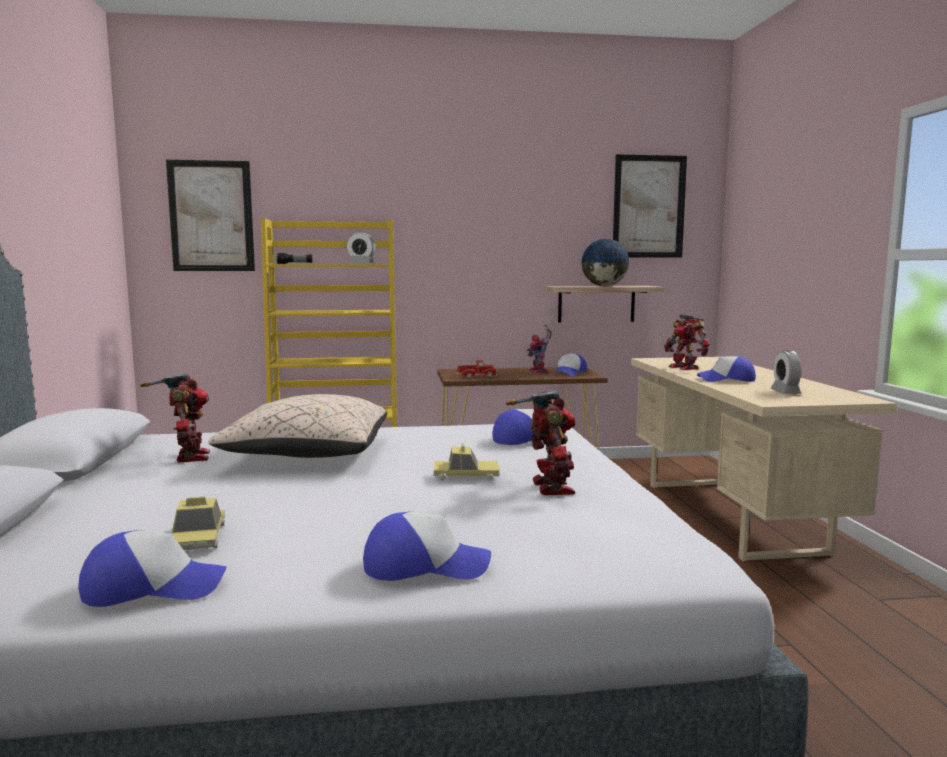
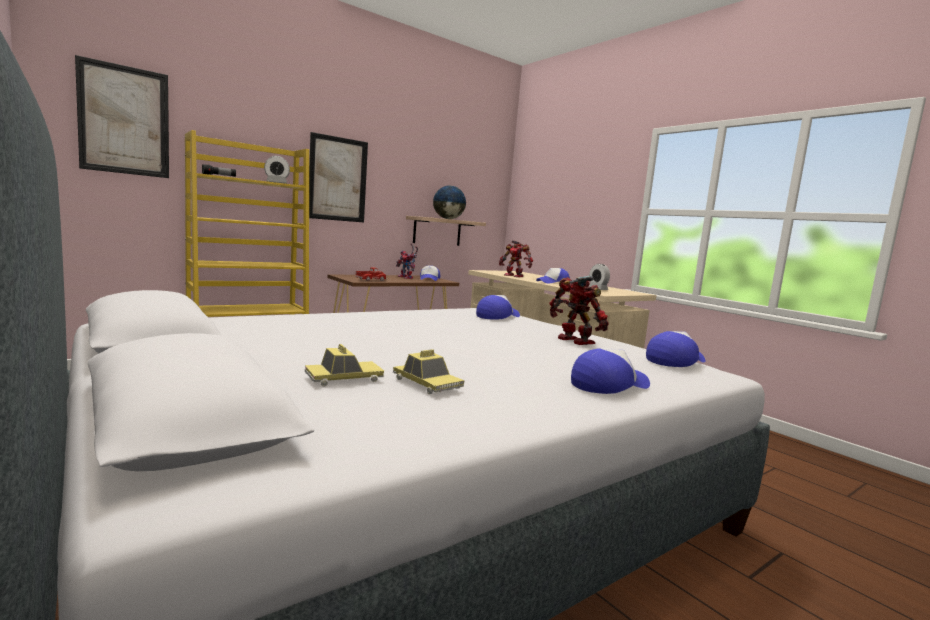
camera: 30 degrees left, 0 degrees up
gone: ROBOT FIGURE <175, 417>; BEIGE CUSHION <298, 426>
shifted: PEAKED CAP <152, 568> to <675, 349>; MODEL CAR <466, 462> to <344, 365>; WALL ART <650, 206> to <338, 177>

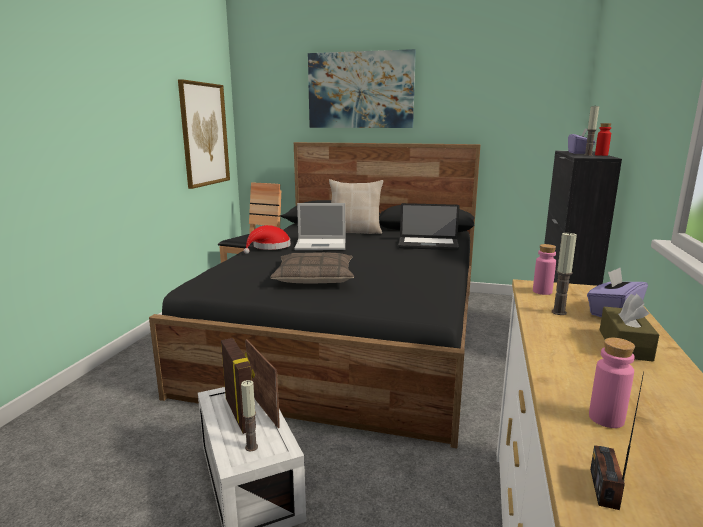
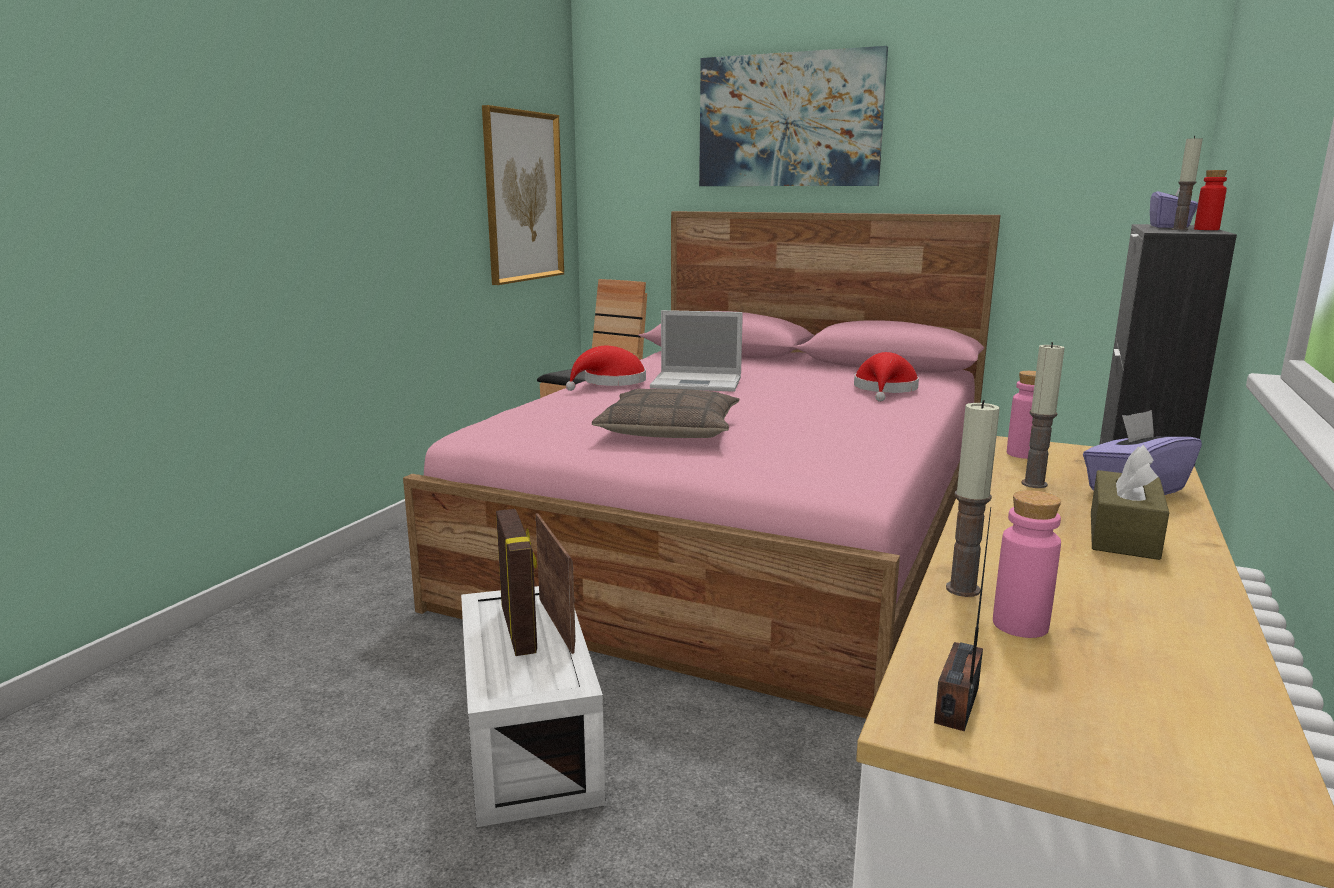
camera: 10 degrees right, 0 degrees up
gone: BEIGE CUSHION <356, 206>
shifted: CANDLE <249, 416> to <973, 498>
swapped: PORTABLE COMPUTER <428, 226> to RED-COLOURED HAT <886, 377>
repainted: BLACKISH BEDROOM BED <315, 295> to PINK-COLOURED BEDROOM BED <702, 465>

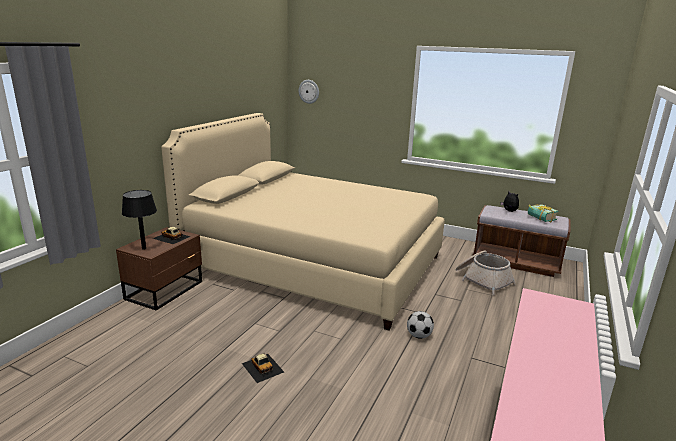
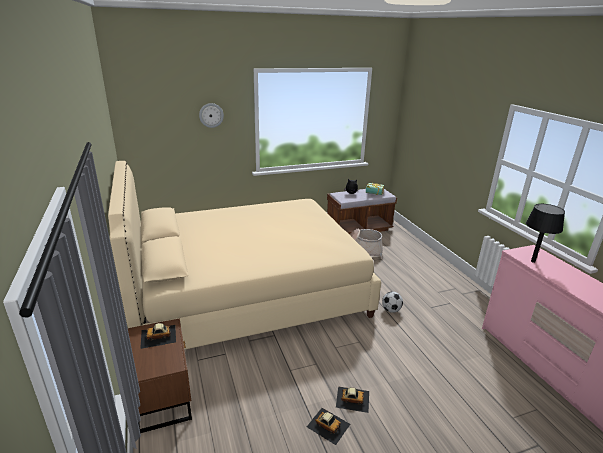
camera: 45 degrees left, 5 degrees up
new: MODEL CAR <328, 426>
shifted: BLACKISH LAMP FOR A TABLE <139, 220> to <545, 233>; HANGING CLOCK <309, 92> to <211, 115>

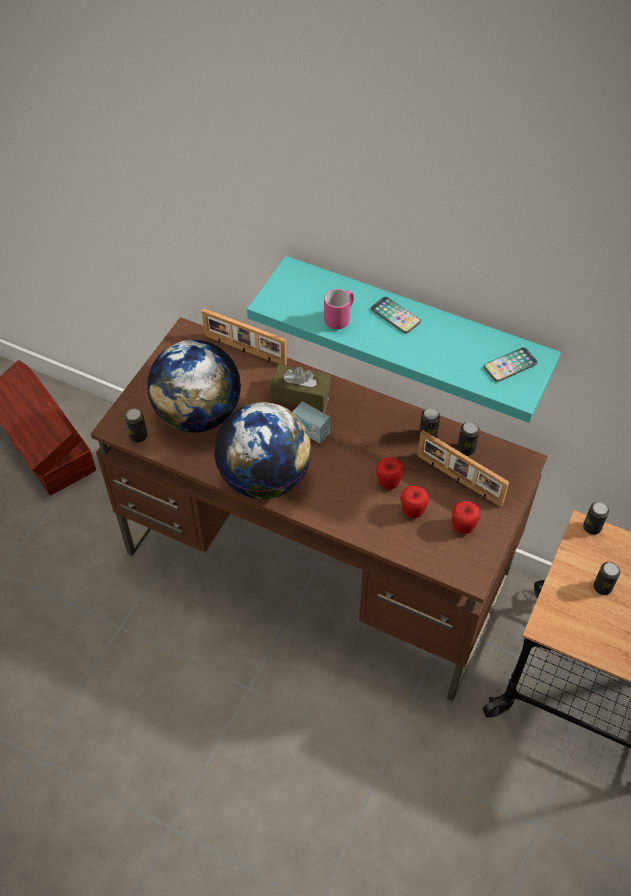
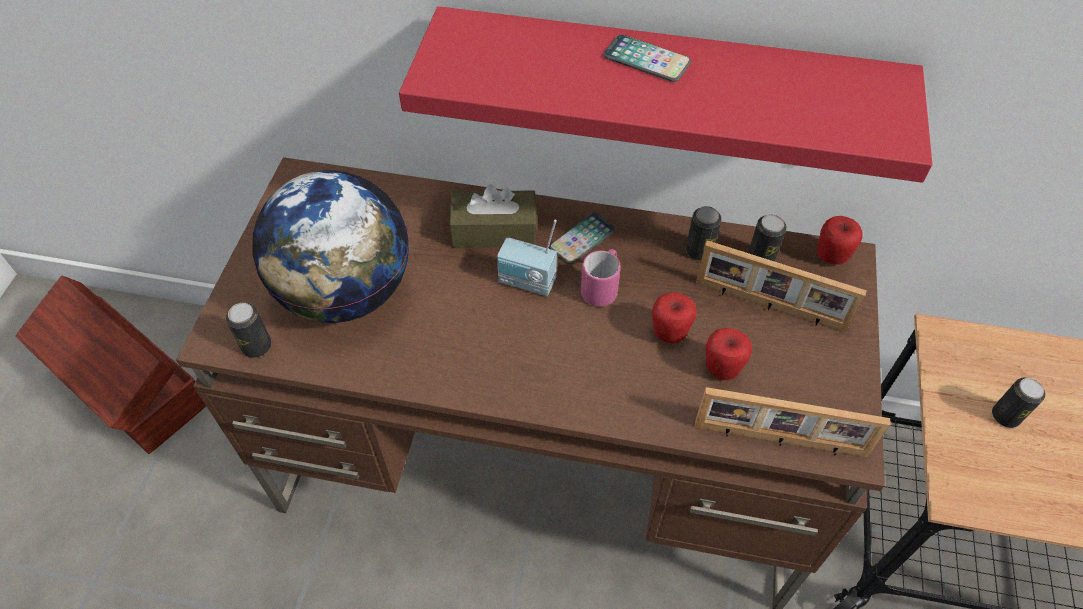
camera: 15 degrees left, 0 degrees up
gone: DESK GLOBE <263, 450>; CAN <596, 518>
shifted: STANDING FRAME <244, 337> to <793, 422>; PINK-COLOURED TEA MUG <339, 309> to <601, 278>; APPLE <466, 517> to <840, 240>; HANDSET <511, 364> to <582, 238>
repainted: TURQUOISE WALL SHELF <404, 339> to RED-COLOURED WALL SHELF <665, 94>

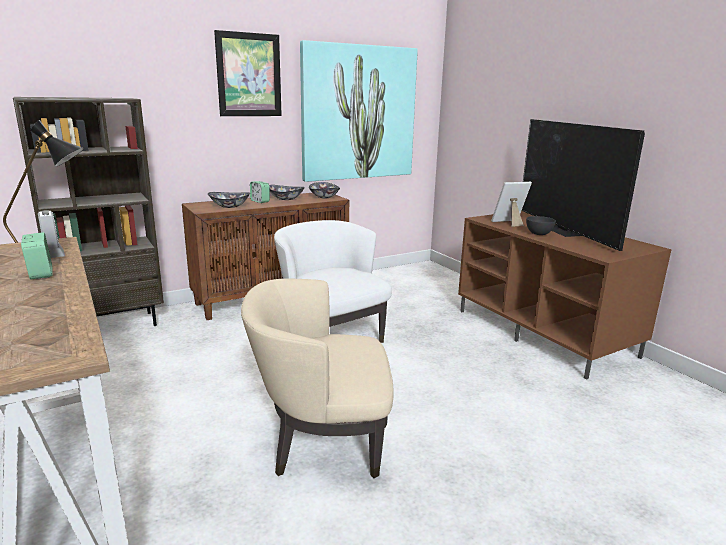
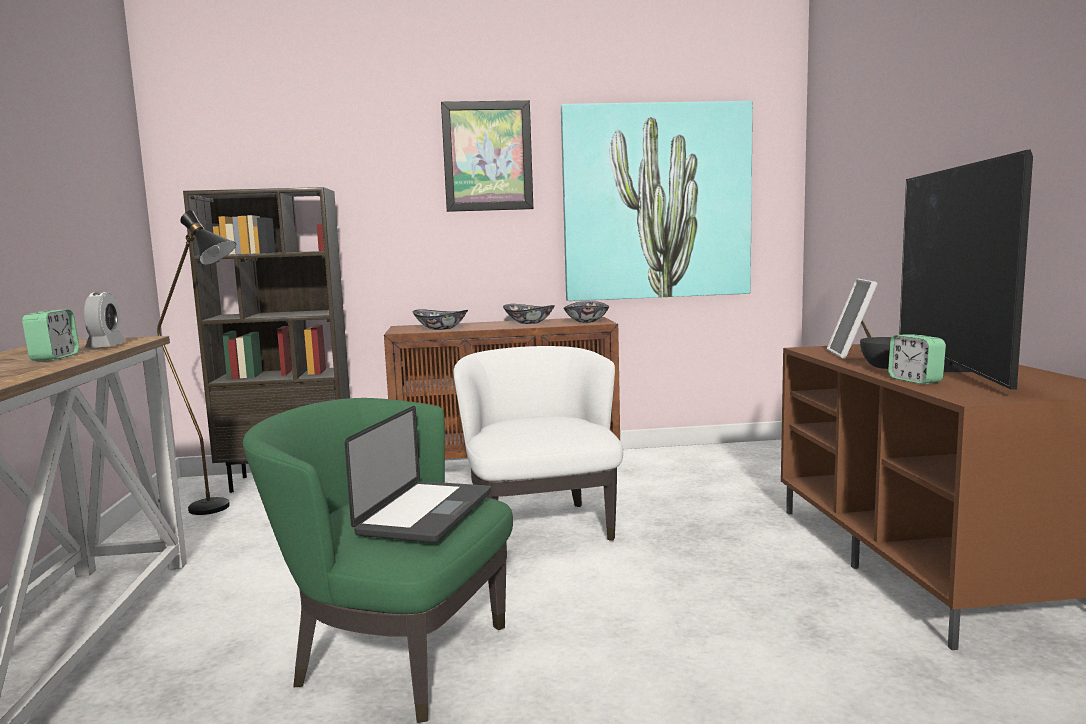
camera: 25 degrees right, 10 degrees down
new: PORTABLE COMPUTER <418, 474>
shifted: BEDSIDE CLOCK <260, 192> to <917, 359>
repainted: BEIGE LOUNGE CHAIR <317, 378> to GREEN LOUNGE CHAIR <378, 560>
rotated: STANDING FRAME <511, 204> = <852, 318> 90 degrees counterclockwise

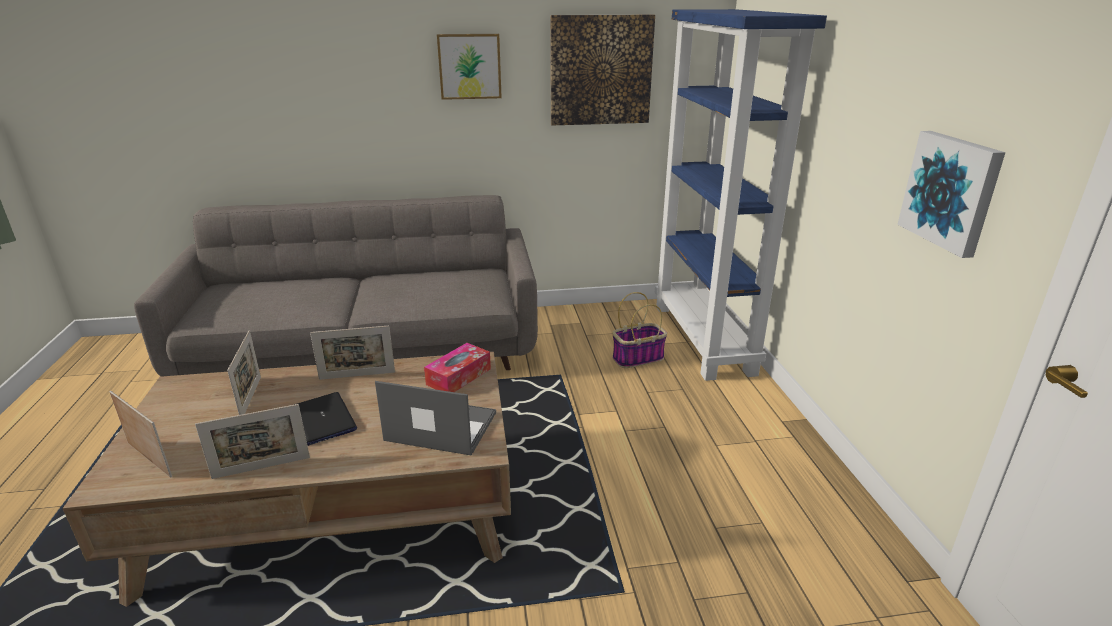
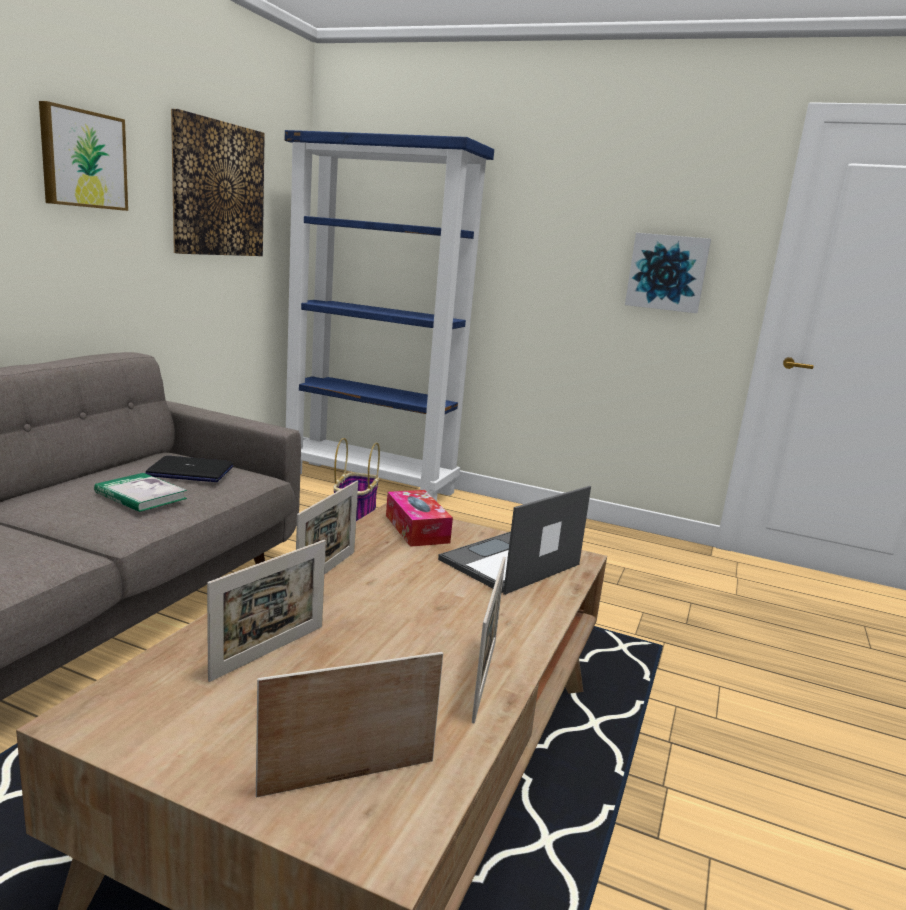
camera: 60 degrees left, 10 degrees down
new: BOUND BOOK <140, 492>
shifted: PORTABLE COMPUTER <325, 419> to <189, 469>
rotated: STANDING FRAME <244, 373> = <266, 611> 105 degrees clockwise

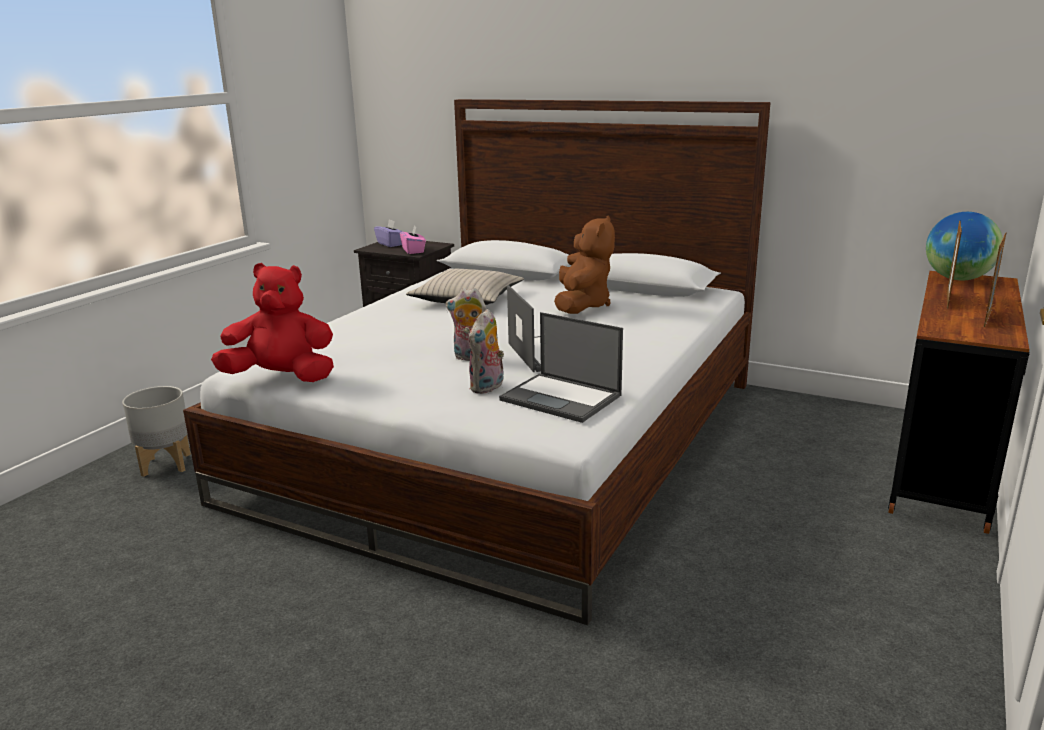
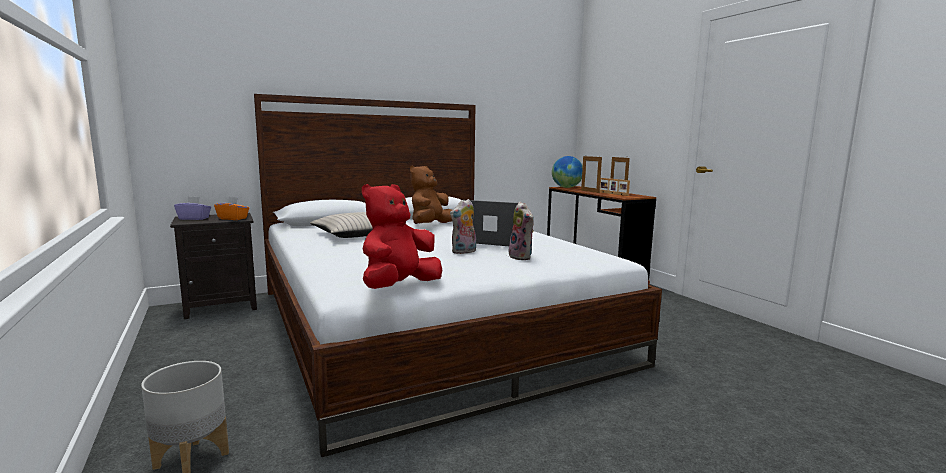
camera: 55 degrees left, 10 degrees down
gone: PORTABLE COMPUTER <561, 367>
new: STANDING FRAME <615, 187>
repainted: PINK-COLOURED TISSUE HOLDER <413, 239> to ORANGEY TISSUE HOLDER <231, 208>
rotated: BROWN SOFT TOY <584, 265> = <431, 194> 105 degrees counterclockwise

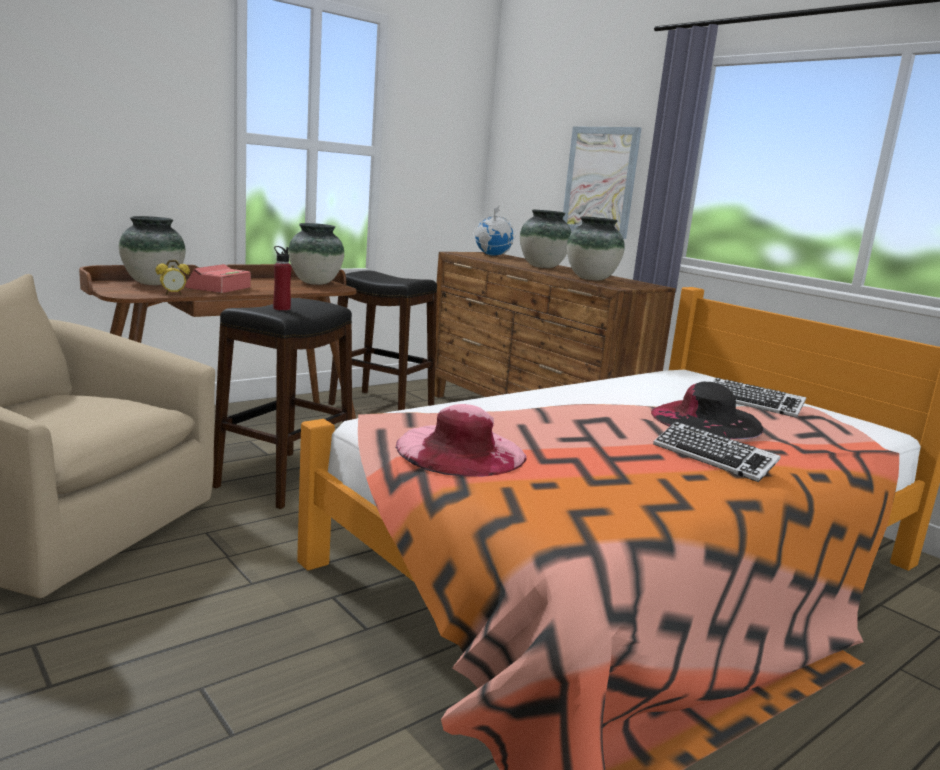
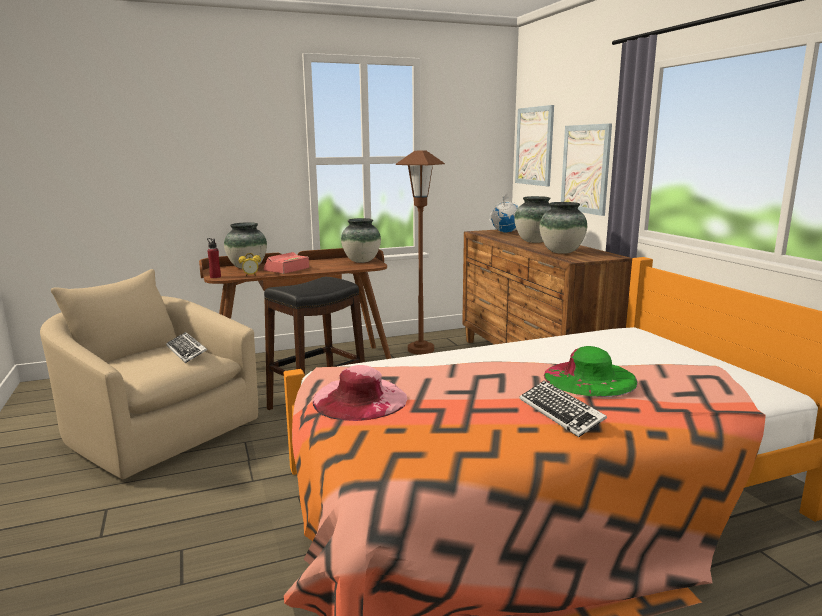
camera: 20 degrees right, 0 degrees up
new: WALL ART <534, 145>
shifted: RED-COLOURED BEVERAGE BOTTLE <282, 278> to <214, 258>; KEYBOARD <759, 398> to <186, 347>
swapped: BLACKISH STOOL <382, 340> to BROWN FLOOR LAMP <420, 253>
repainted: BLACKISH HAT <707, 410> to GREEN HAT <591, 371>

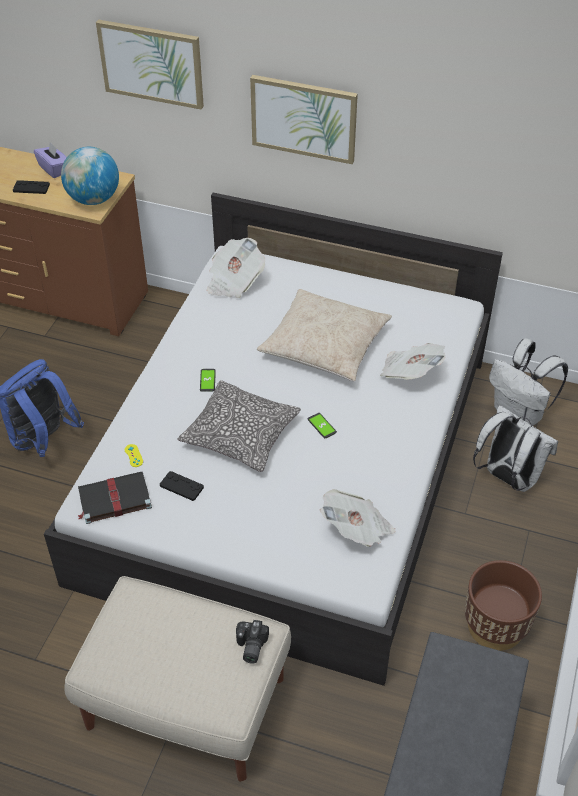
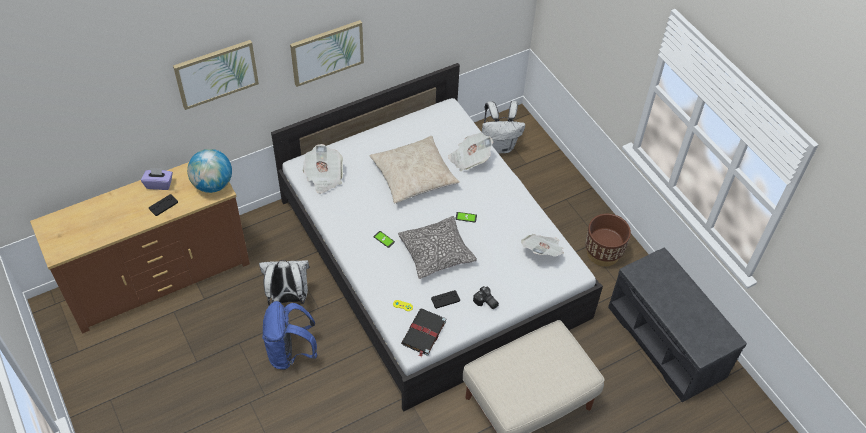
camera: 50 degrees left, 5 degrees up
shifted: PHOTO CAMERA <252, 642> to <486, 297>; WHITISH BACKPACK <515, 448> to <284, 282>

